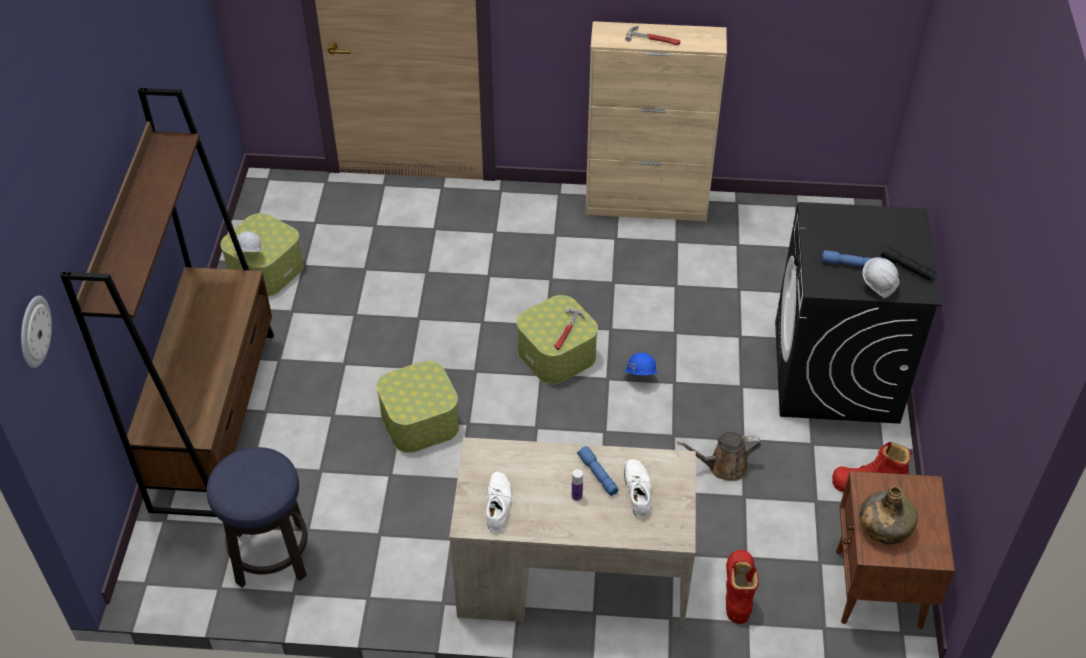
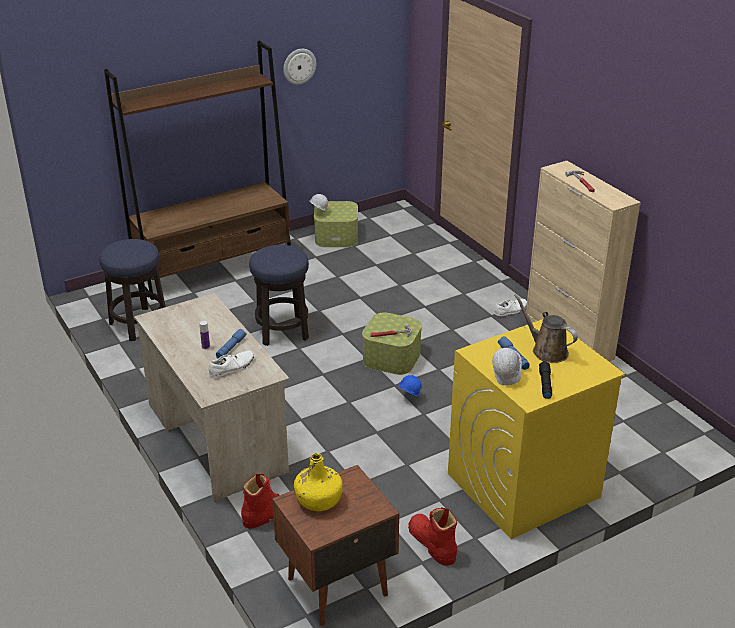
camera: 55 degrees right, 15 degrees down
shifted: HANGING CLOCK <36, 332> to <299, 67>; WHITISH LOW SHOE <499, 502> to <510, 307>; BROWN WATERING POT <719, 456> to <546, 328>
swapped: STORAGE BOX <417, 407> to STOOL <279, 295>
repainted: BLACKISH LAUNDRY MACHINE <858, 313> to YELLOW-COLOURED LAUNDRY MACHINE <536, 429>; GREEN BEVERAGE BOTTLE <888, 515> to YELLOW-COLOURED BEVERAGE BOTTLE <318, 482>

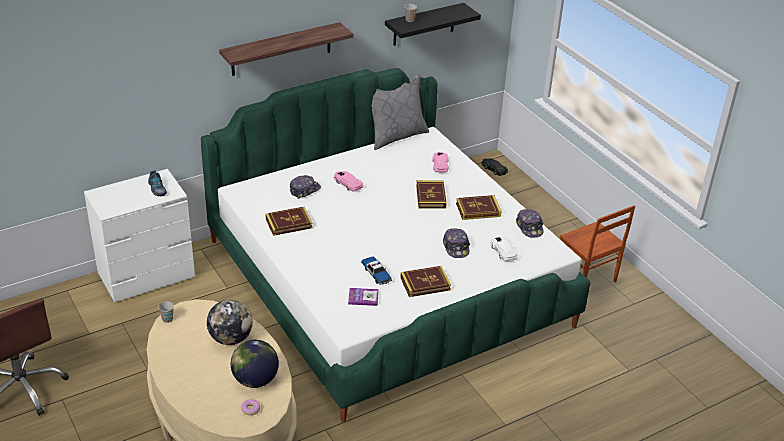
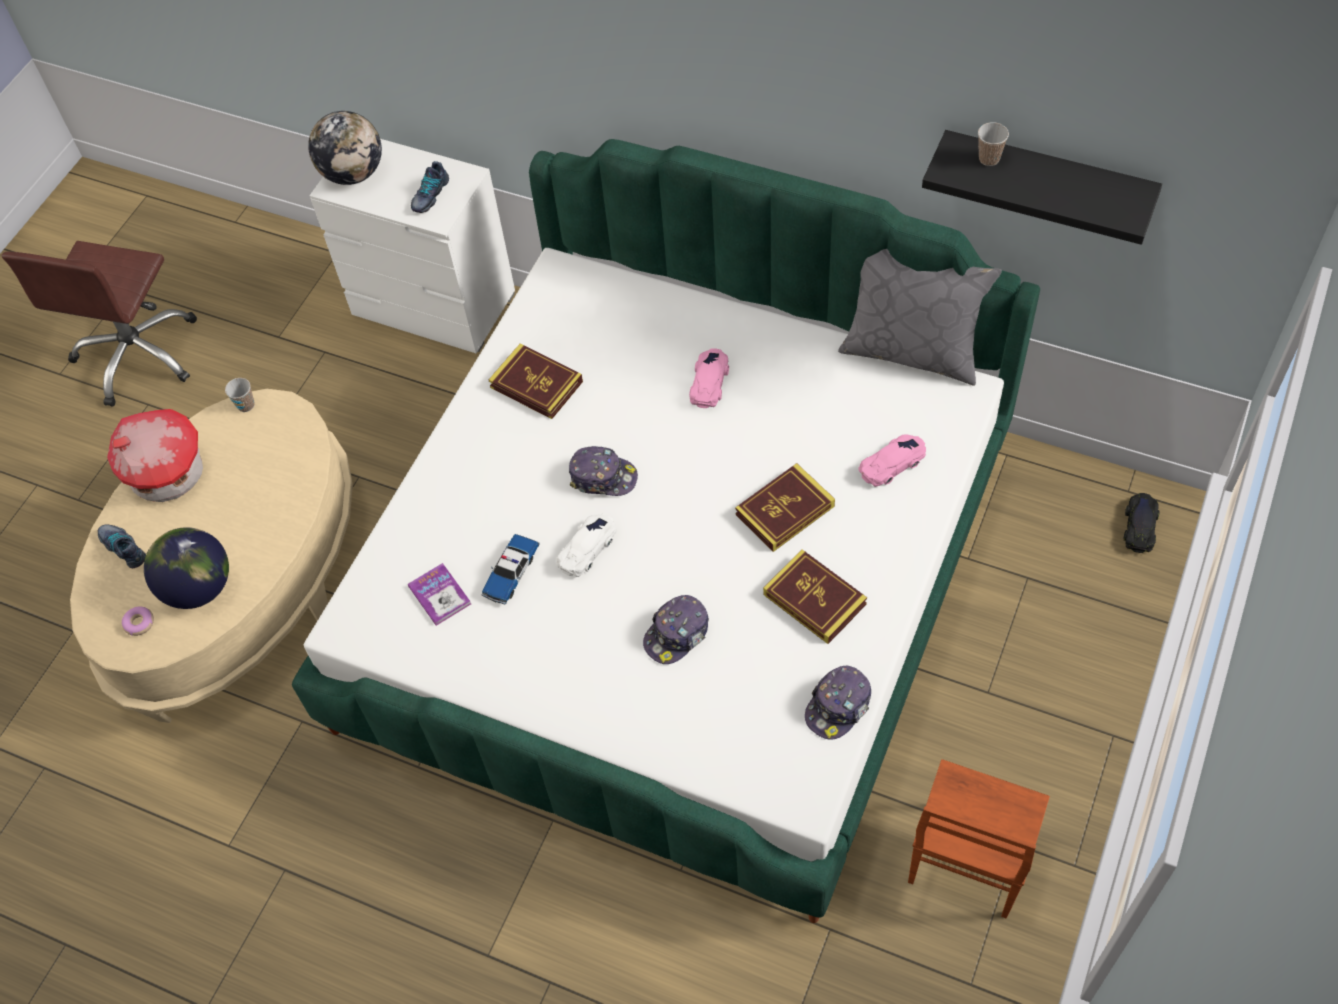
camera: 60 degrees right, 20 degrees up
gone: WALL SHELF <286, 49>; BOUND BOOK <425, 281>
new: LOW SHOE <122, 546>; MODEL HOUSE <155, 455>
shifted: DESK GLOBE <230, 322> to <345, 148>; PEAKED CAP <305, 187> to <603, 471>; WHITISH MODEL CAR <503, 249> to <586, 545>

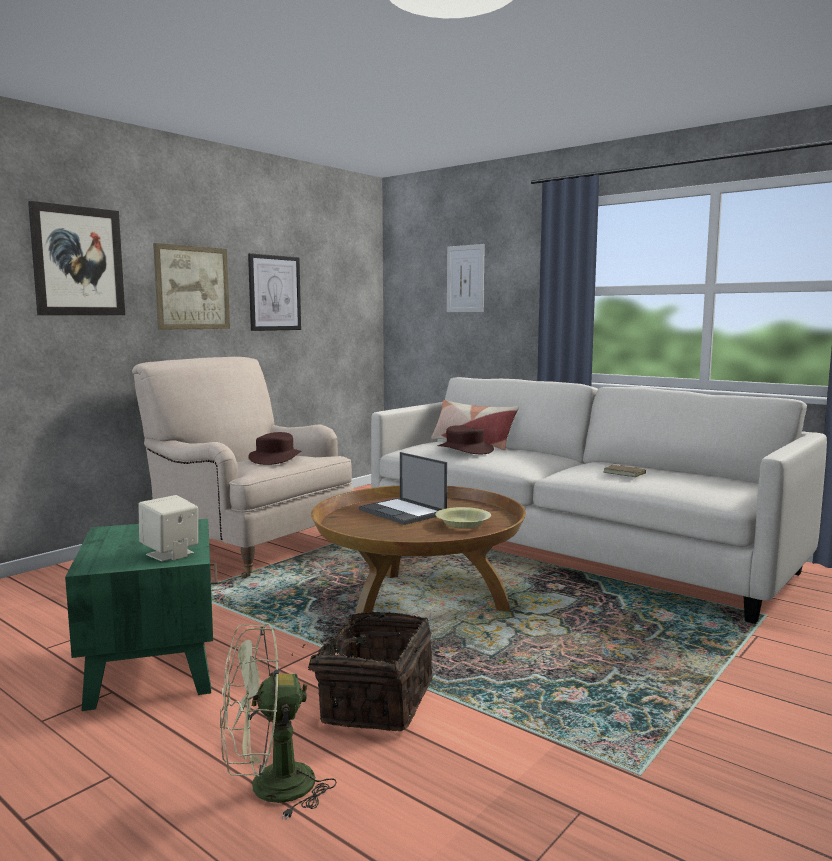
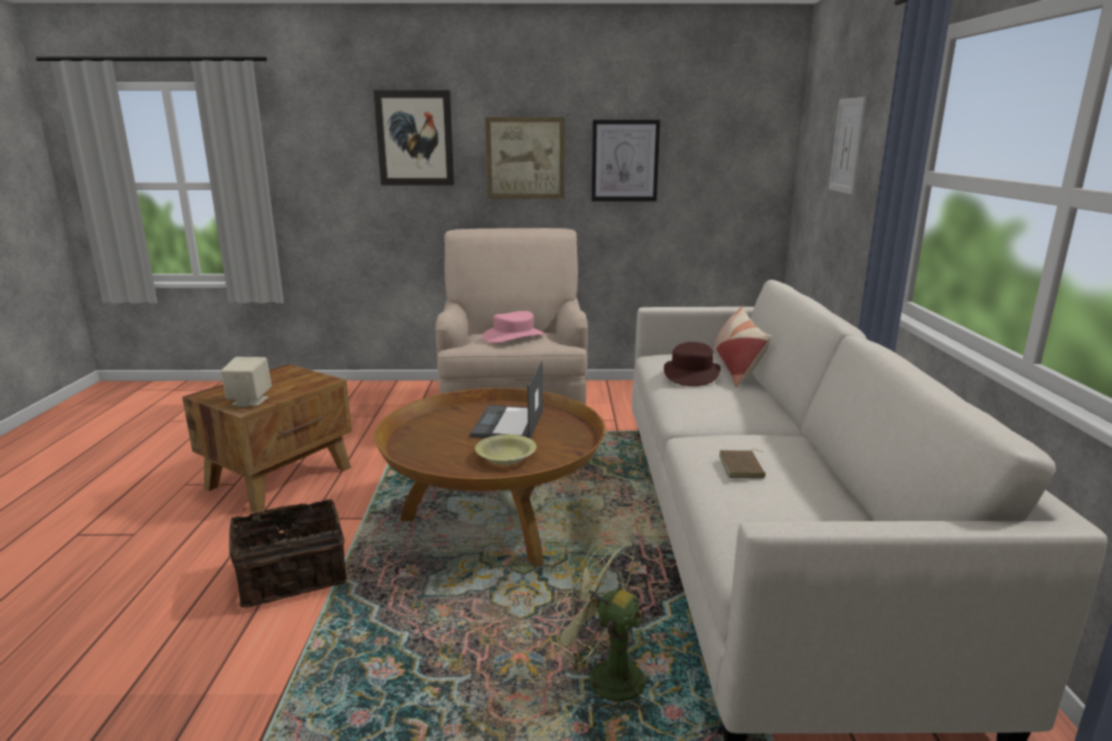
camera: 50 degrees right, 10 degrees up
shifted: GREEN COOLING FAN <278, 721> to <602, 626>
repainted: GREEN ACCENT TABLE <141, 615> to BROWN ACCENT TABLE <267, 438>; BROWN HAT <274, 448> to PINK-COLOURED HAT <513, 327>

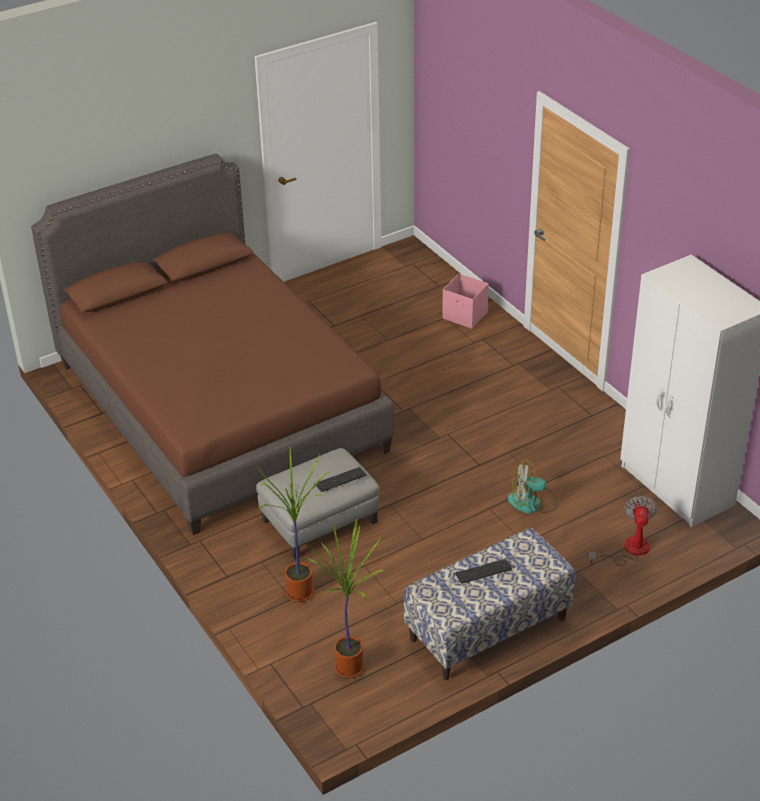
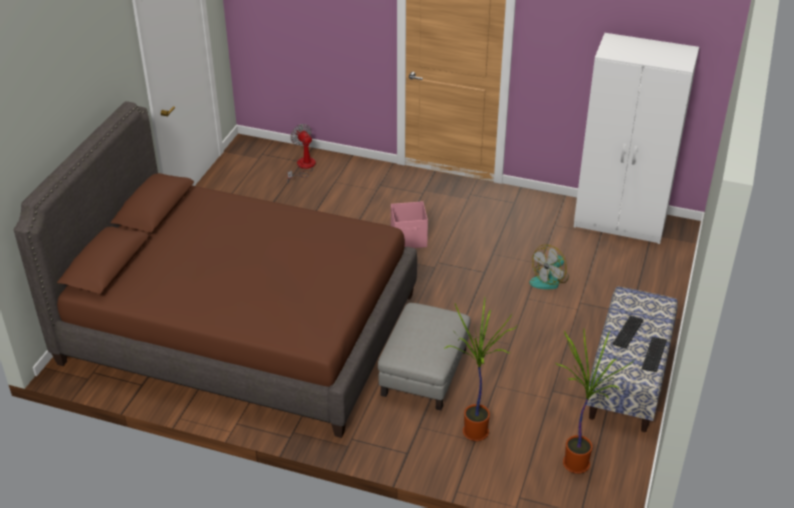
camera: 40 degrees left, 0 degrees up
shifted: KEYBOARD <340, 479> to <654, 354>; PINK-COLOURED STORAGE BOX <465, 301> to <409, 224>; COOLING FAN <623, 531> to <301, 154>

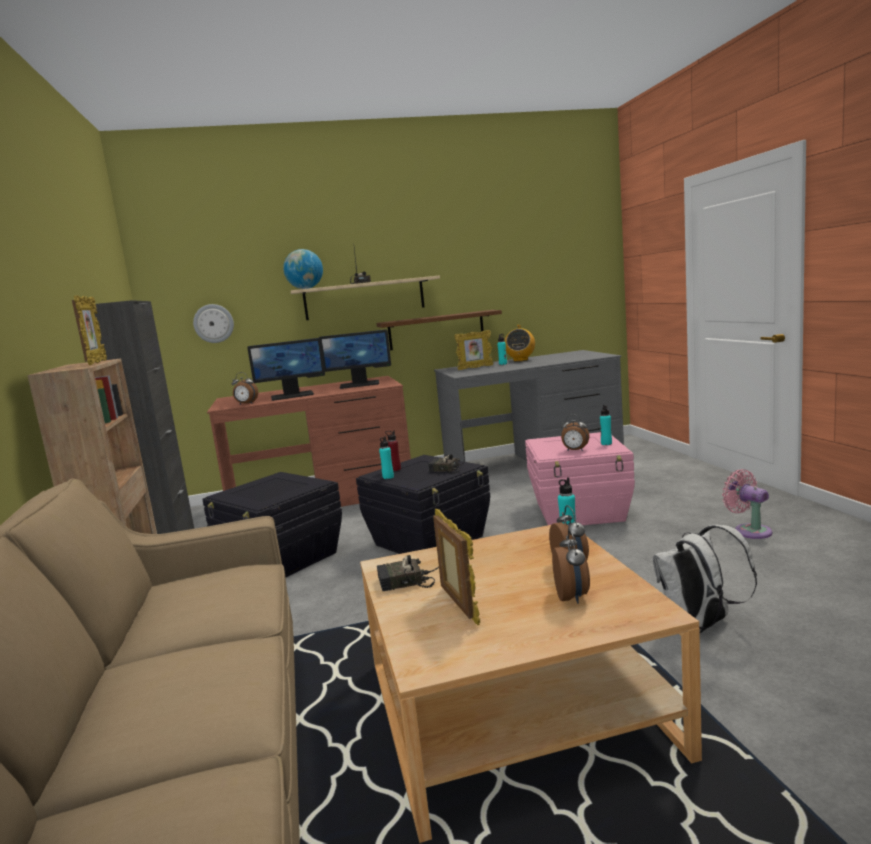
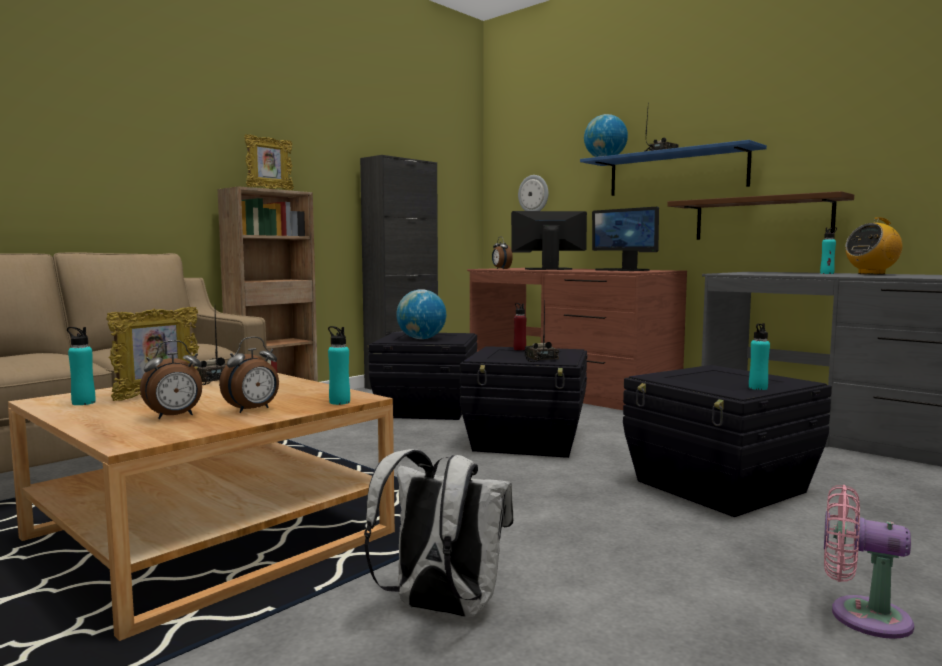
camera: 55 degrees right, 5 degrees down
gone: STANDING FRAME <473, 350>; BEDSIDE CLOCK <575, 433>
new: DESK GLOBE <421, 314>
shifted: TURQUOISE BEVERAGE BOTTLE <386, 457> to <81, 366>
repainted: BEIGE WALL SHELF <365, 297> to BLUE WALL SHELF <673, 168>; PINK-COLOURED STORAGE BOX <580, 478> to BLACKISH STORAGE BOX <727, 441>
rotated: MONITOR <286, 369> = <549, 240> 135 degrees clockwise; PINK-COLOURED COOLING FAN <747, 504> = <869, 562> 90 degrees counterclockwise

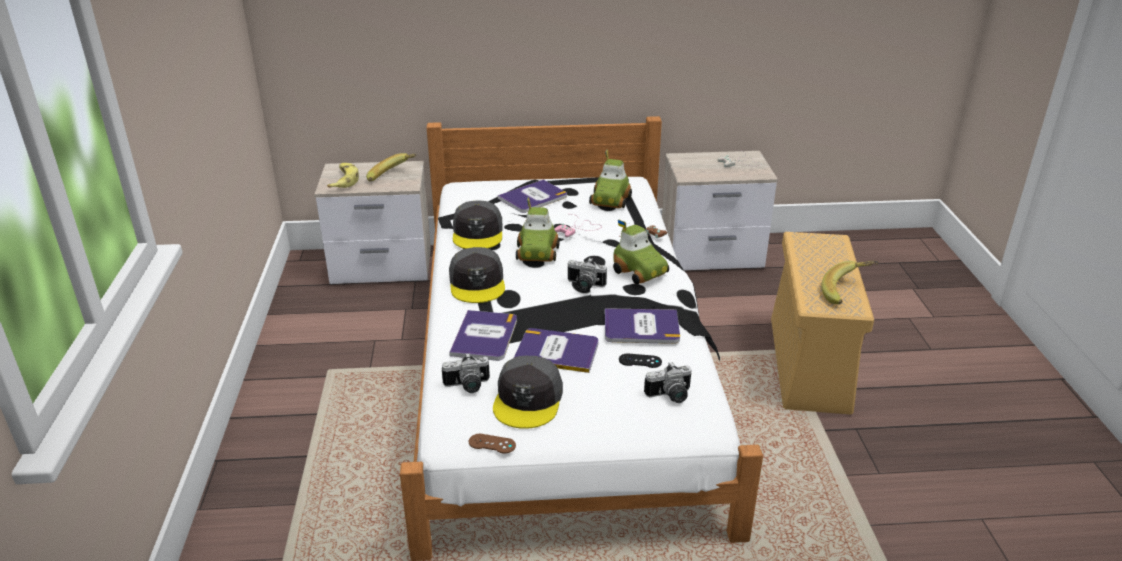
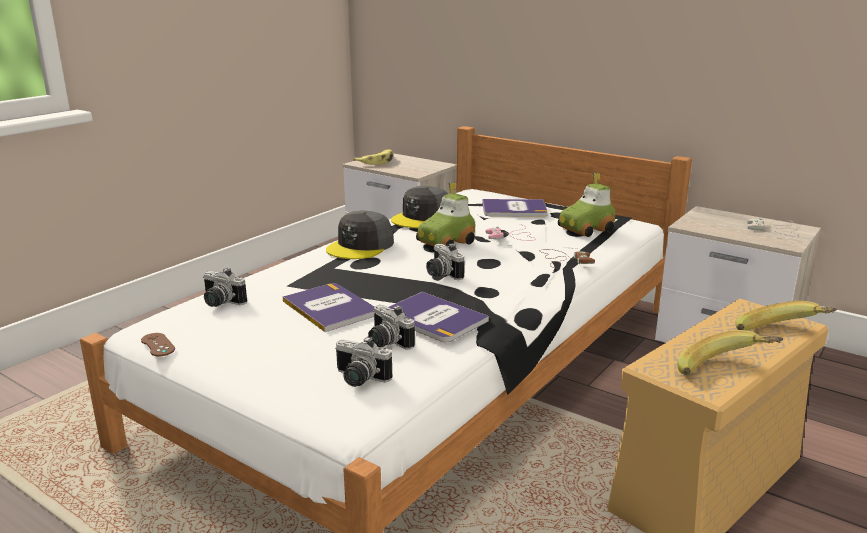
camera: 40 degrees right, 10 degrees down
gone: BOUND BOOK <483, 335>; GREY PEAKED CAP <528, 392>; MODEL CAR <641, 252>
shifted: BANANA <391, 167> to <786, 316>
swapped: BLACKISH JOYPAD <640, 361> to PHOTO CAMERA <391, 327>

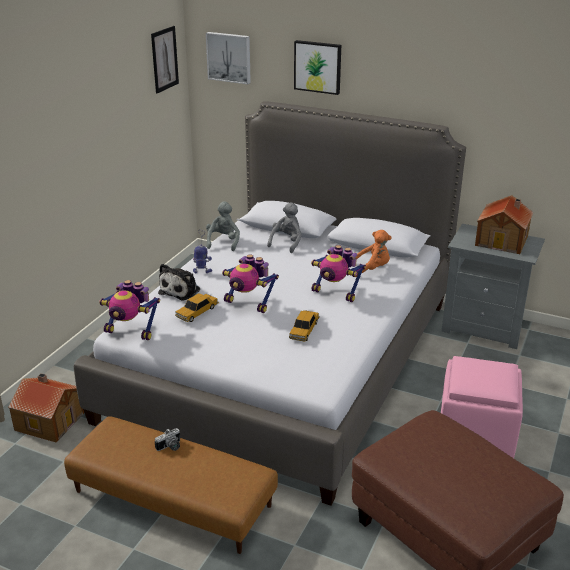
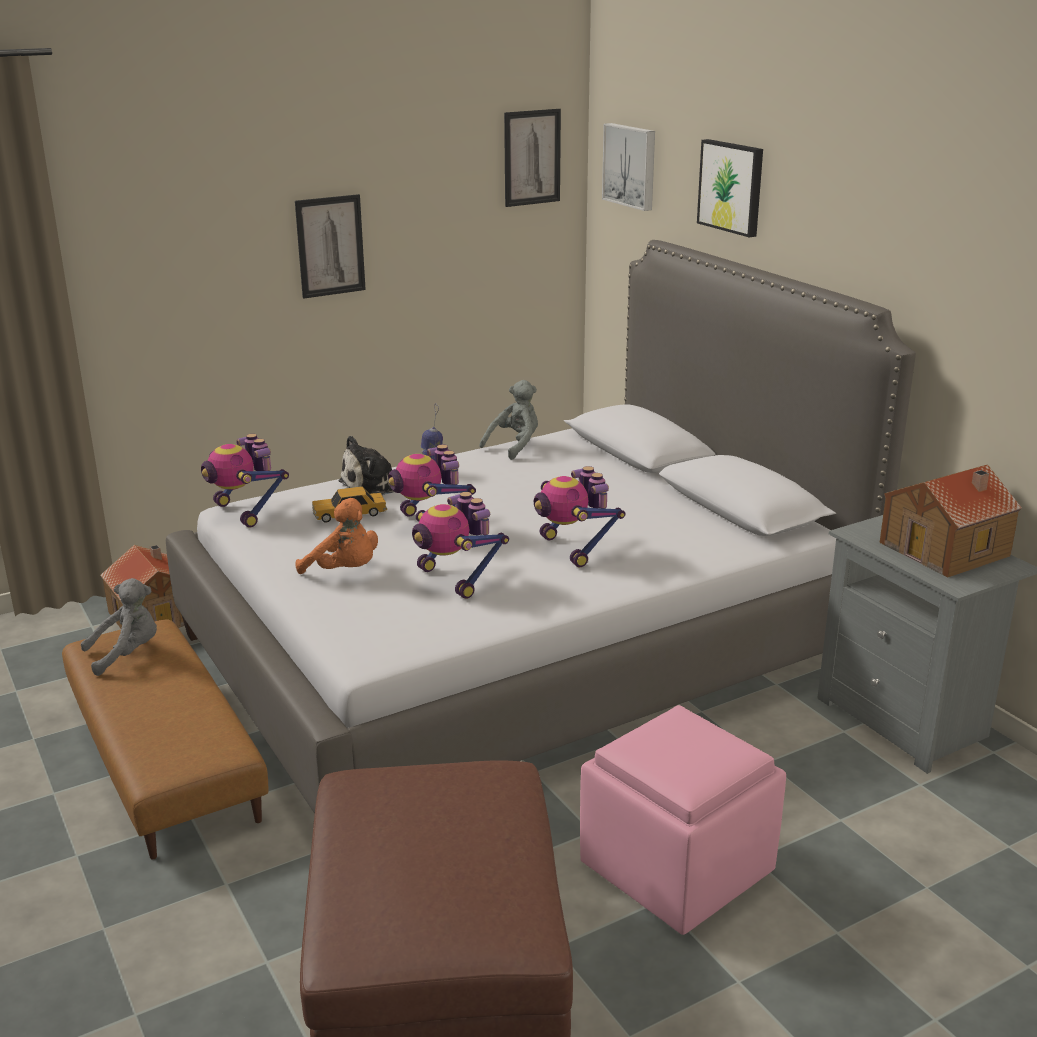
camera: 35 degrees right, 5 degrees down
gone: PHOTO CAMERA <167, 439>
new: WALL ART <330, 246>
shifted: GREY SOFT TOY <284, 227> to <119, 627>; ORANGEY SOFT TOY <373, 253> to <336, 536>
swapped: MODEL CAR <304, 326> to ROBOT FIGURE <460, 545>

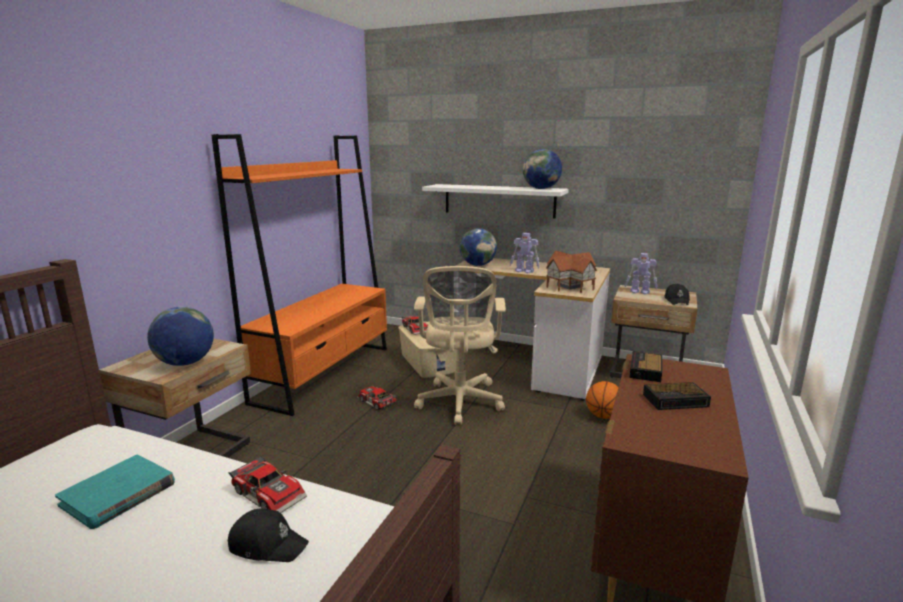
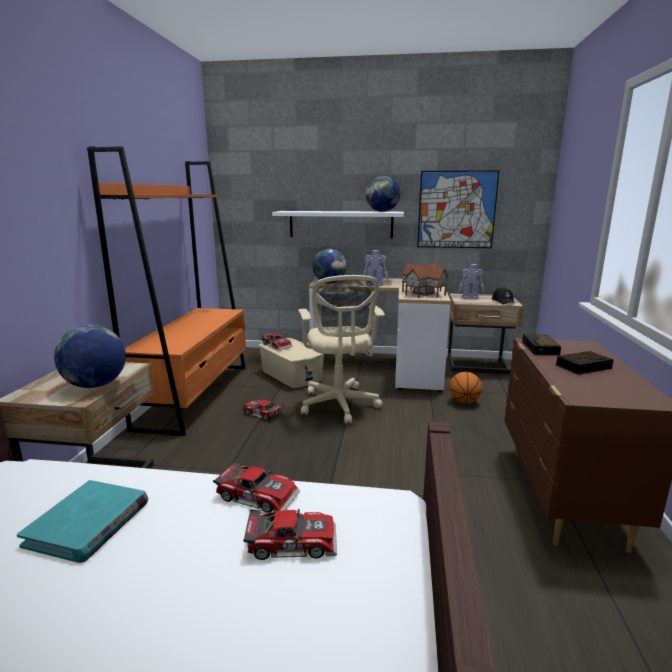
camera: 15 degrees left, 0 degrees up
new: WALL ART <458, 209>
swapped: BLACKISH PEAKED CAP <268, 535> to MODEL CAR <290, 534>

